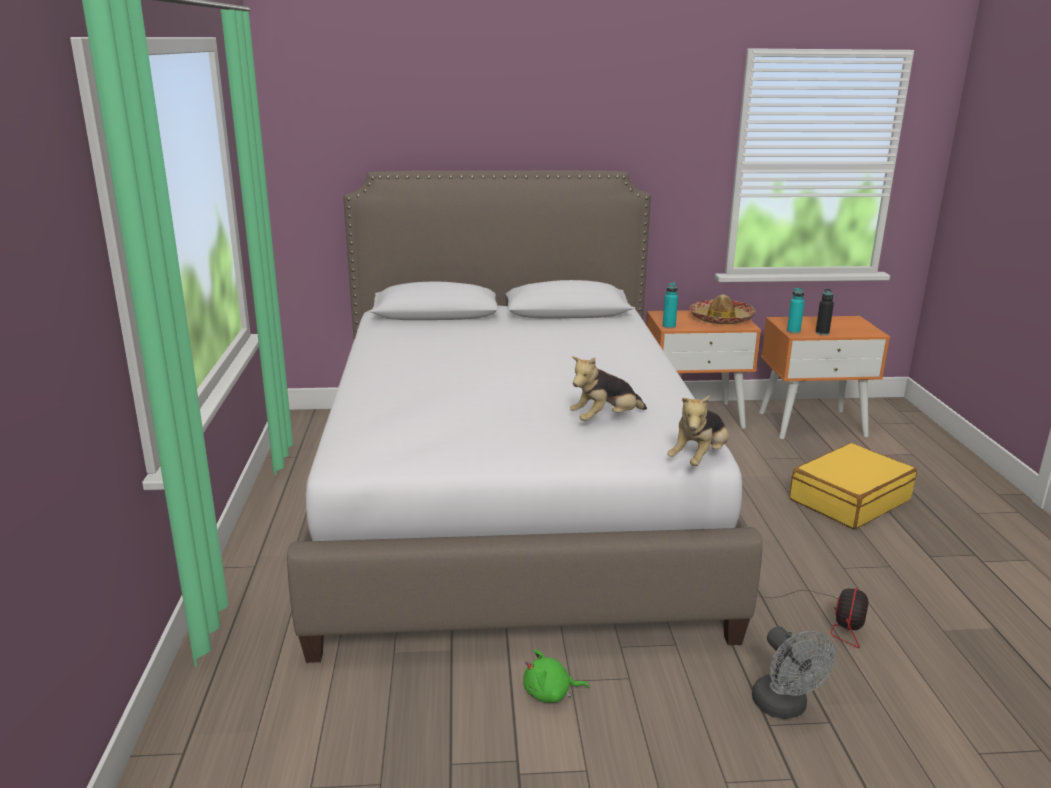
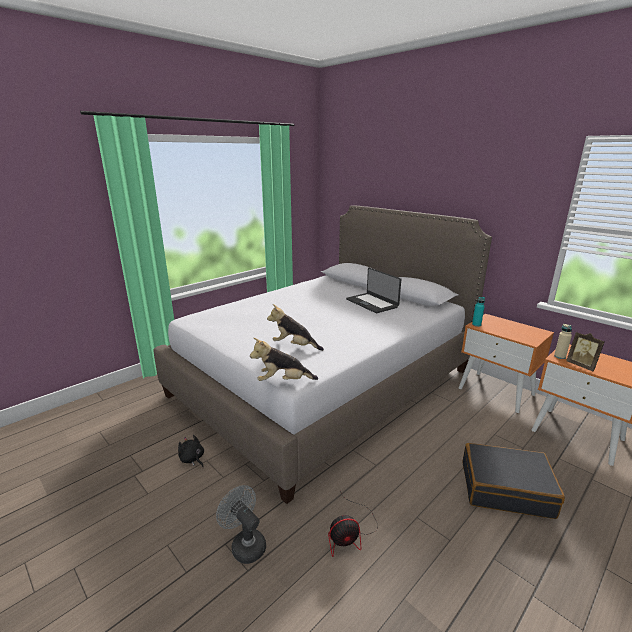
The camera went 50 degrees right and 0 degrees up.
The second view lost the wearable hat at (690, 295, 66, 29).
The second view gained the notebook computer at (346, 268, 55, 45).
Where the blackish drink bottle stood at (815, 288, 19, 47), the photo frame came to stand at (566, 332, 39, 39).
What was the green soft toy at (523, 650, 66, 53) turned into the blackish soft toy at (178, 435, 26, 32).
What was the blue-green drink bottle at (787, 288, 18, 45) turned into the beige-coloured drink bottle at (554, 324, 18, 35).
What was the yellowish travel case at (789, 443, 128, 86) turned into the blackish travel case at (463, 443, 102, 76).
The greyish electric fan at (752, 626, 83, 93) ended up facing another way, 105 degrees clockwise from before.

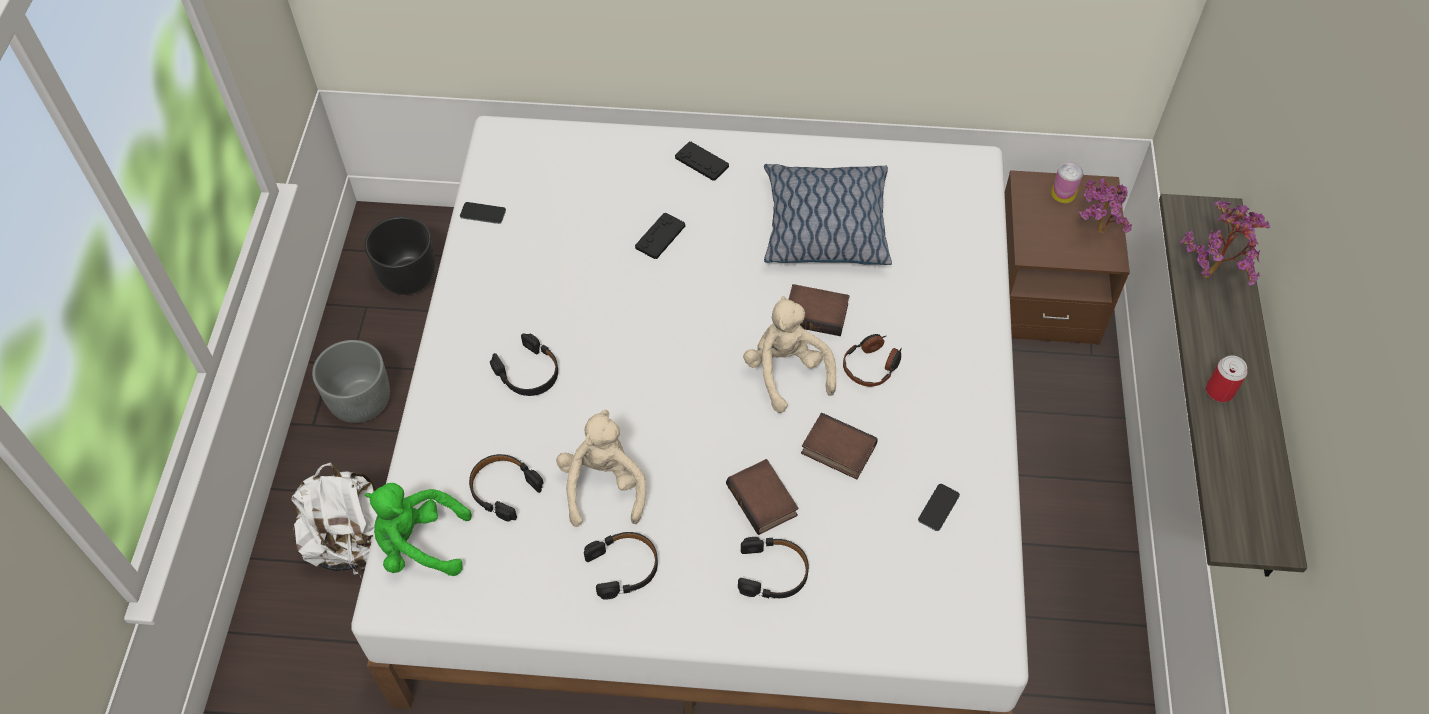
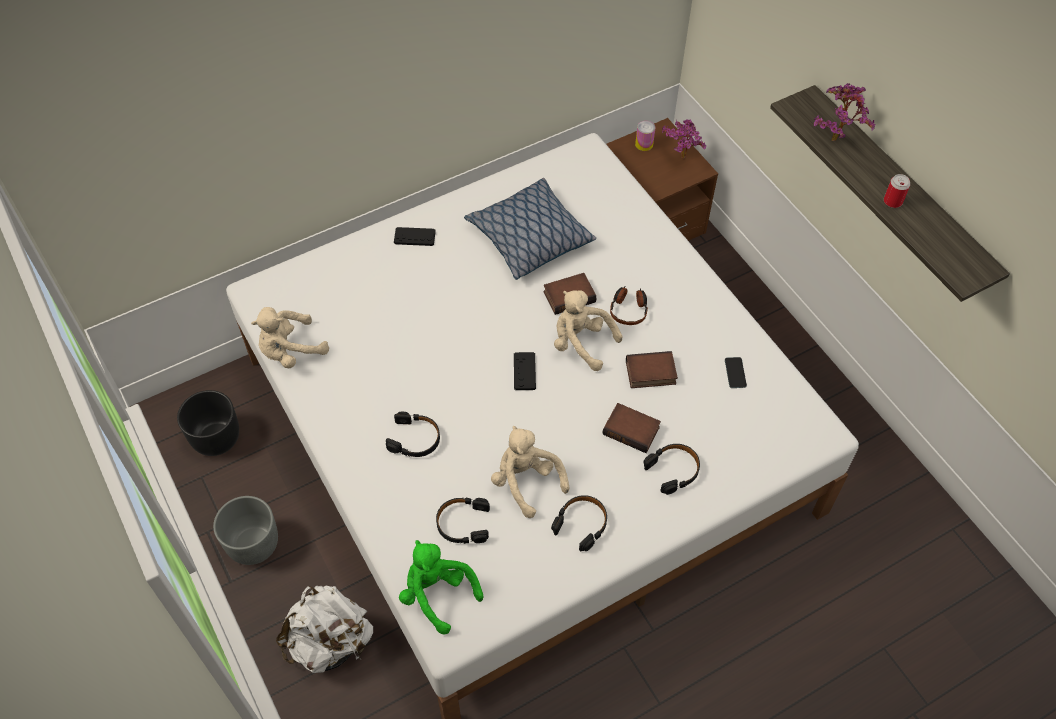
The camera went 35 degrees left and 0 degrees up.
The blackish gamepad ended up elsewhere, having gone from (635, 213, 50, 46) to (514, 352, 22, 38).
Where the handset stood at (460, 202, 46, 22), the beige-coloured soft toy came to stand at (251, 307, 78, 61).
The green soft toy at (365, 483, 107, 93) ended up facing another way, 75 degrees clockwise from before.

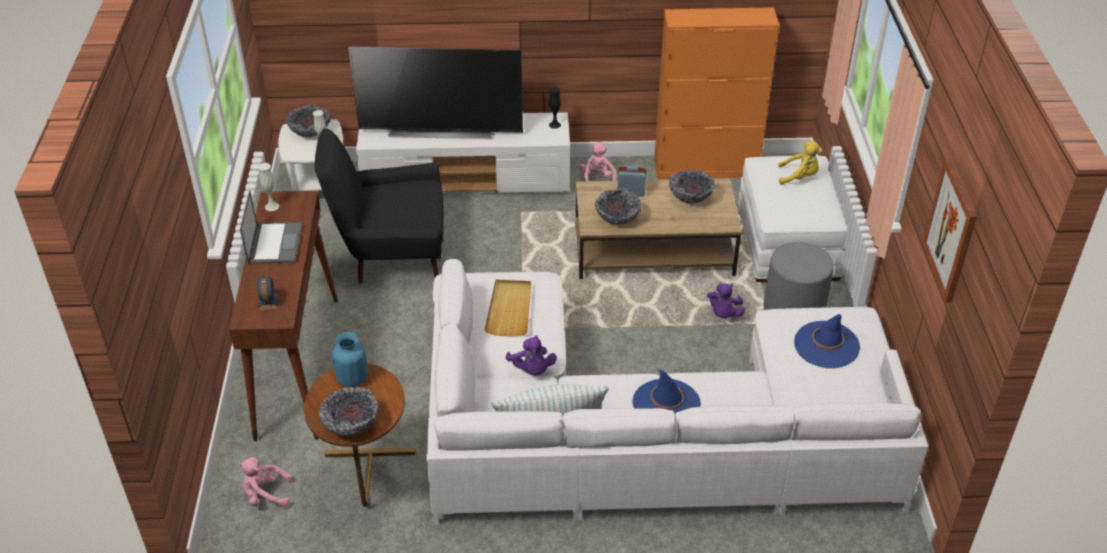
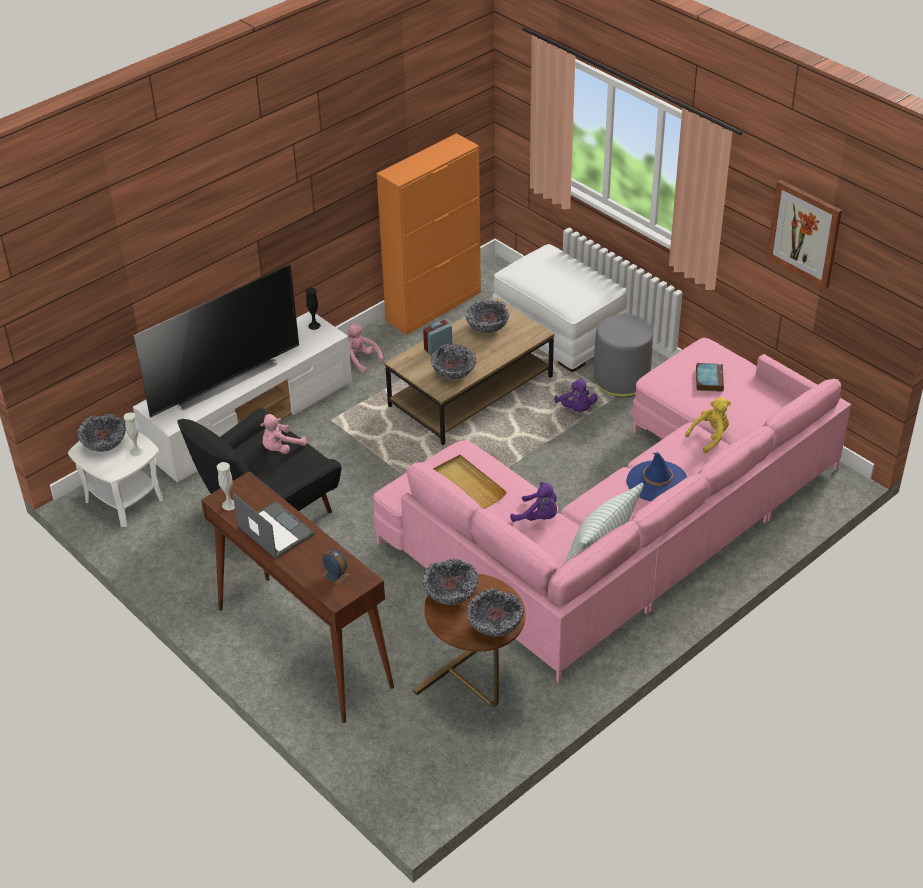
The camera went 40 degrees left and 0 degrees up.
The pinkish soft toy ended up elsewhere, having gone from (239, 457, 54, 50) to (260, 414, 47, 40).
The yellowish soft toy ended up elsewhere, having gone from (778, 141, 44, 44) to (685, 397, 46, 56).
Where the blue-coloured decorative vase stood at (332, 332, 36, 55), the deep dish came to stand at (423, 558, 55, 47).
Where the blue-coloured wearable hat stood at (794, 314, 66, 54), the book came to stand at (696, 363, 28, 29).
What was the white settee at (426, 259, 502, 265) turned into the pinkish settee at (373, 338, 478, 345).

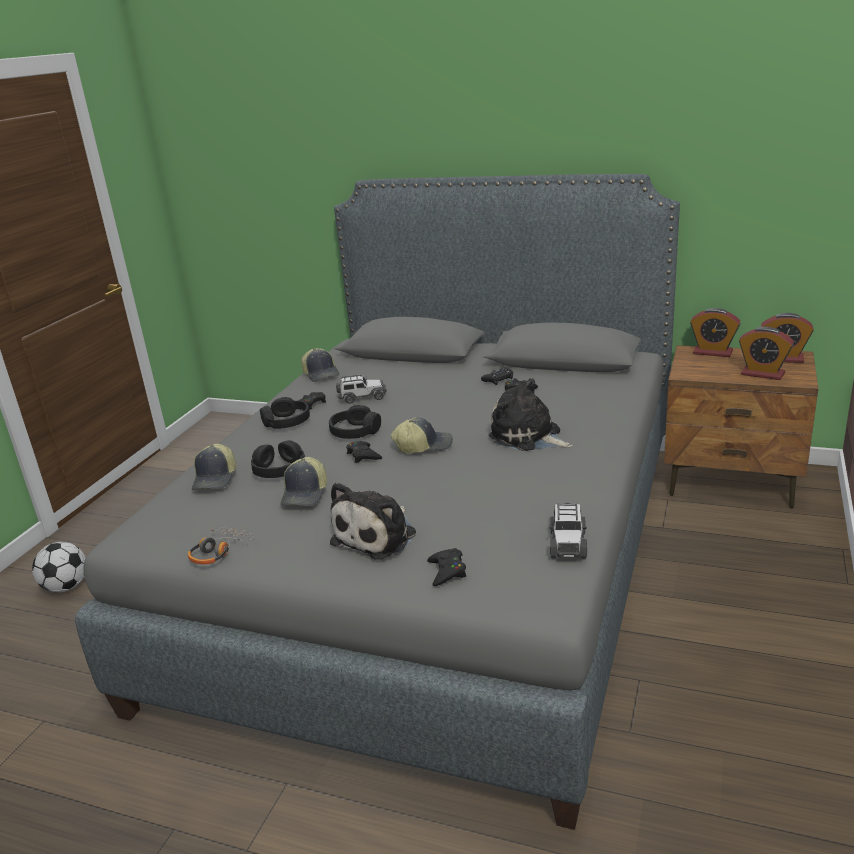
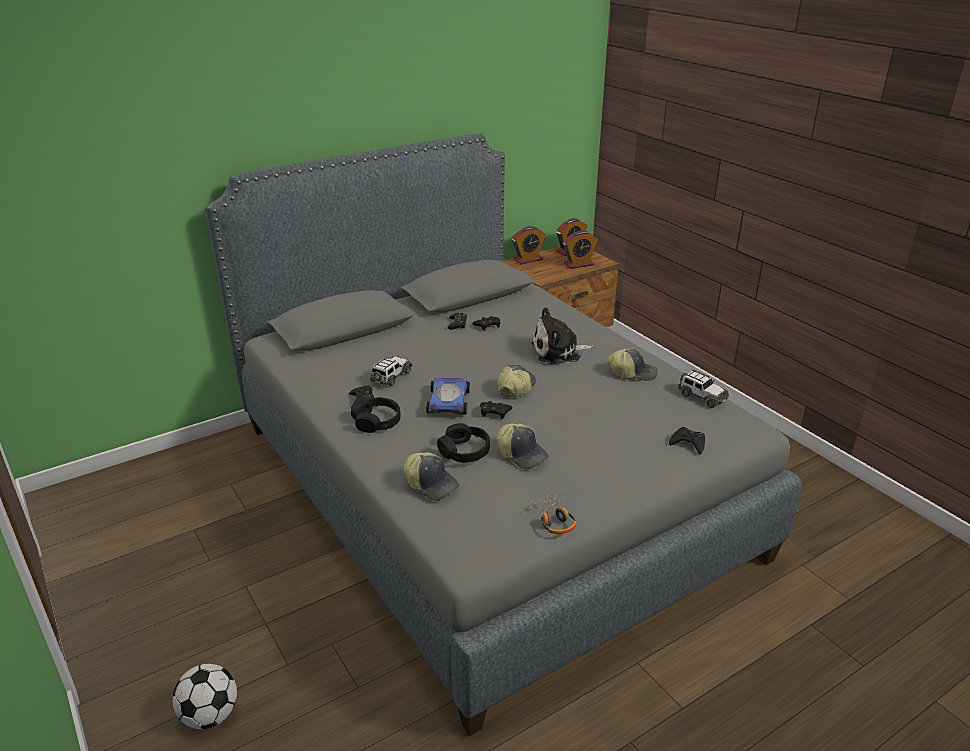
The camera went 55 degrees left and 5 degrees up.
The second view lost the soft toy at (330, 482, 86, 78).
The baseball cap ended up elsewhere, having gone from (301, 348, 38, 34) to (608, 349, 50, 32).
Where the blackish headset stood at (329, 405, 52, 34), the toy car came to stand at (426, 378, 44, 37).

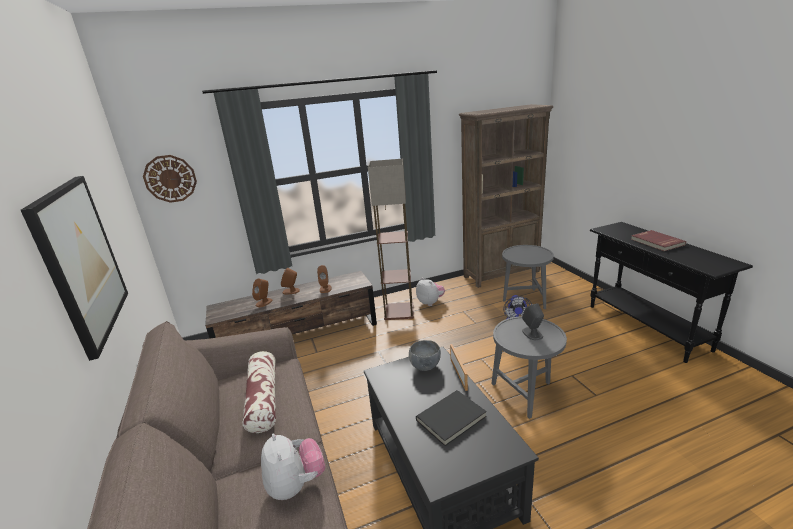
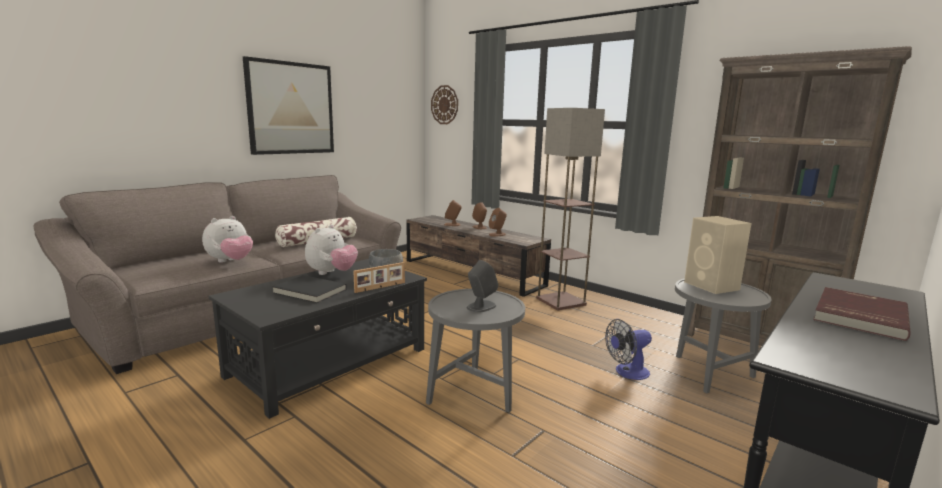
The camera went 60 degrees right and 10 degrees down.
The second view gained the beige-coloured audio speaker at (684, 216, 68, 78).
The soft toy ended up elsewhere, having gone from (416, 278, 29, 28) to (305, 225, 53, 50).

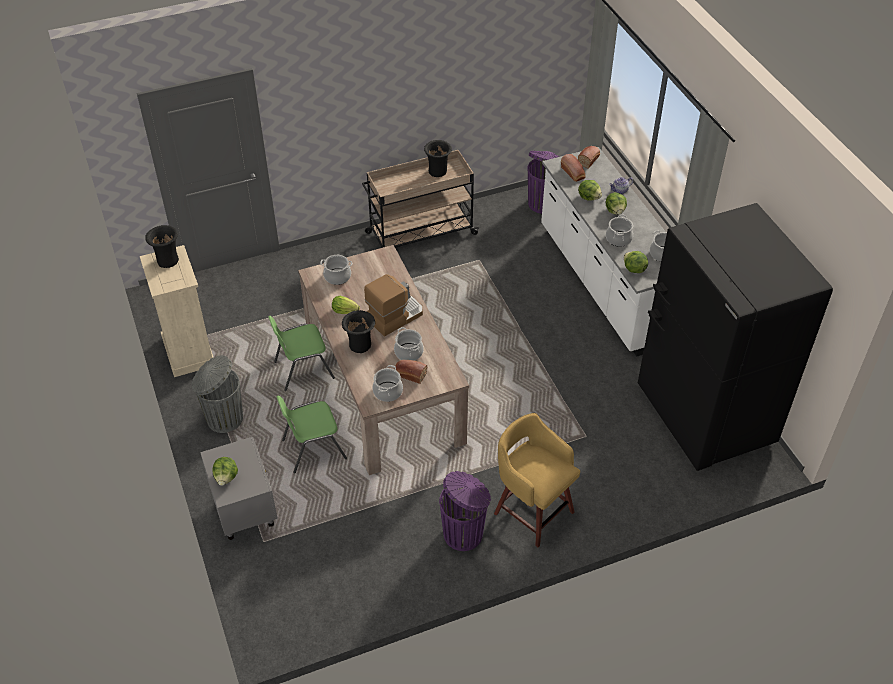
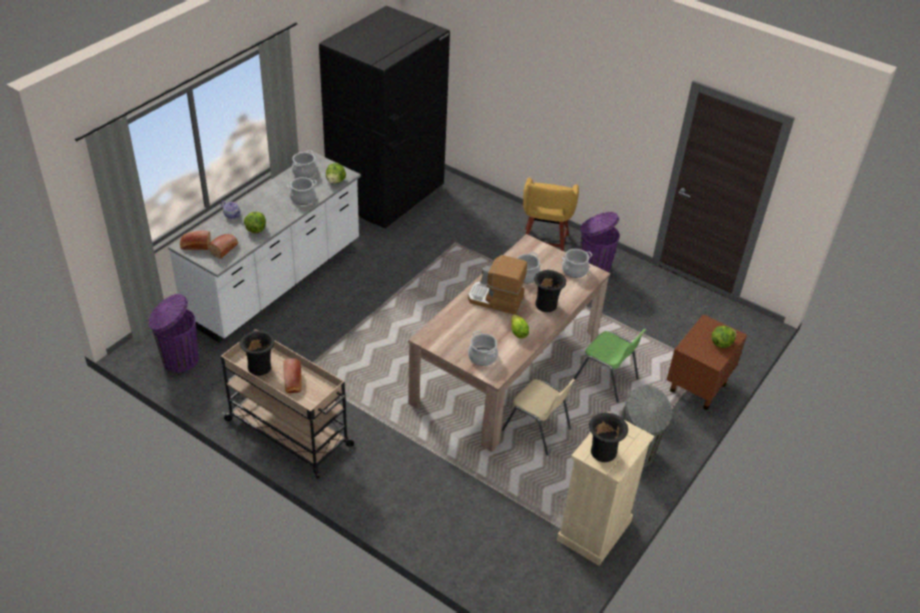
The camera went 125 degrees left and 5 degrees down.
The second view lost the head of lettuce at (606, 193, 21, 22).
The bread ended up elsewhere, having gone from (394, 360, 33, 24) to (283, 358, 19, 35).
What was the greyish night table at (200, 437, 78, 103) turned into the brown-coloured night table at (667, 315, 80, 95).
What was the green chair at (268, 316, 67, 75) turned into the beige-coloured chair at (502, 379, 73, 76).

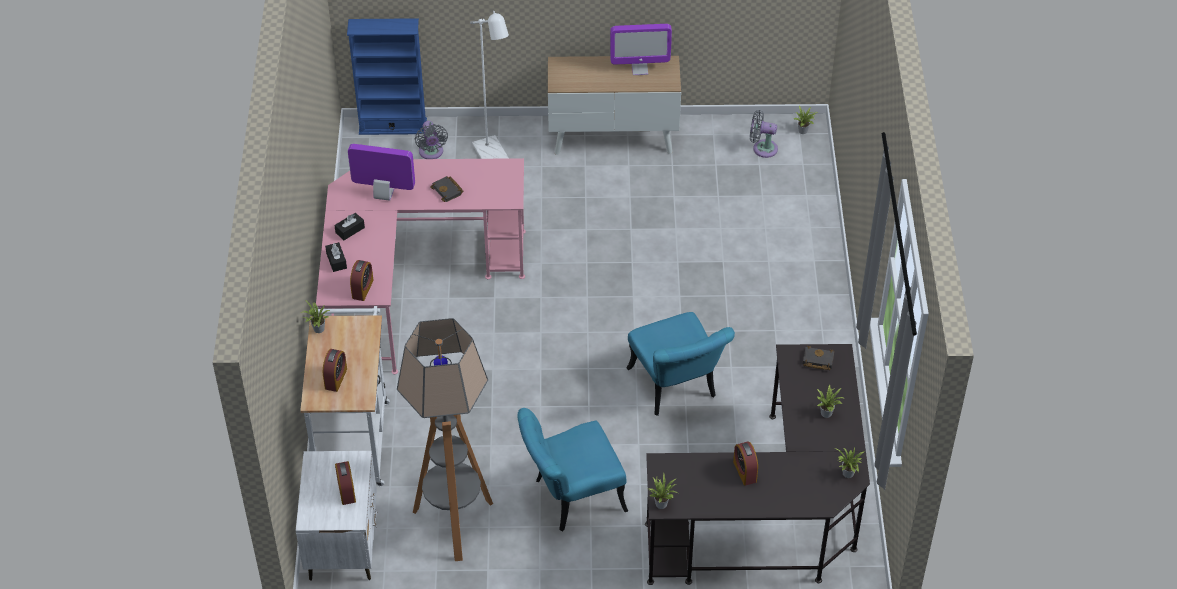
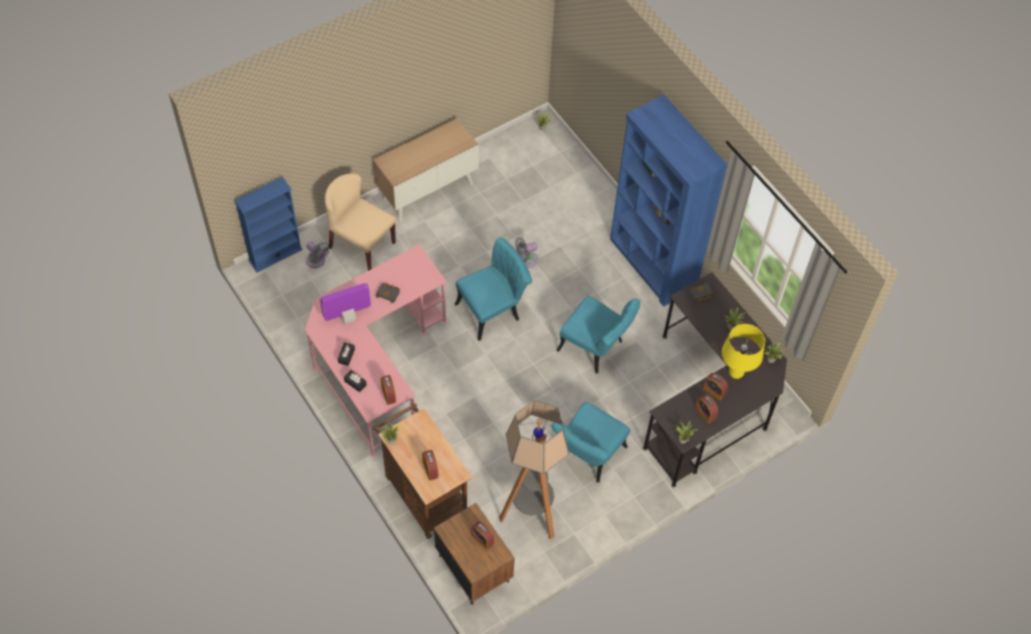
The camera went 35 degrees left and 10 degrees up.
The second view lost the computer screen at (610, 24, 62, 51).
The second view gained the blue-green chair at (455, 237, 77, 104).
The second view gained the blue-coloured shelving unit at (610, 94, 118, 213).
The second view gained the table clock at (695, 394, 23, 30).
The second view gained the yellowish lamp for a table at (722, 324, 43, 55).
The greyish electric fan ended up elsewhere, having gone from (750, 110, 28, 48) to (515, 237, 24, 31).
Where the white floor lamp stood at (470, 11, 39, 148), the beige-coloured chair came to stand at (325, 174, 71, 97).
What was the white night table at (296, 451, 81, 130) turned into the brown-coloured night table at (434, 503, 81, 102).
What was the white wheeled cart at (300, 306, 90, 181) turned into the brown-coloured wheeled cart at (372, 403, 100, 136).

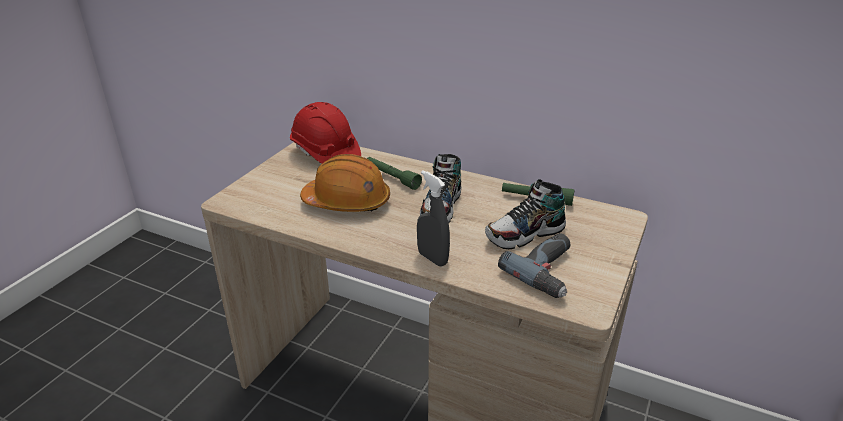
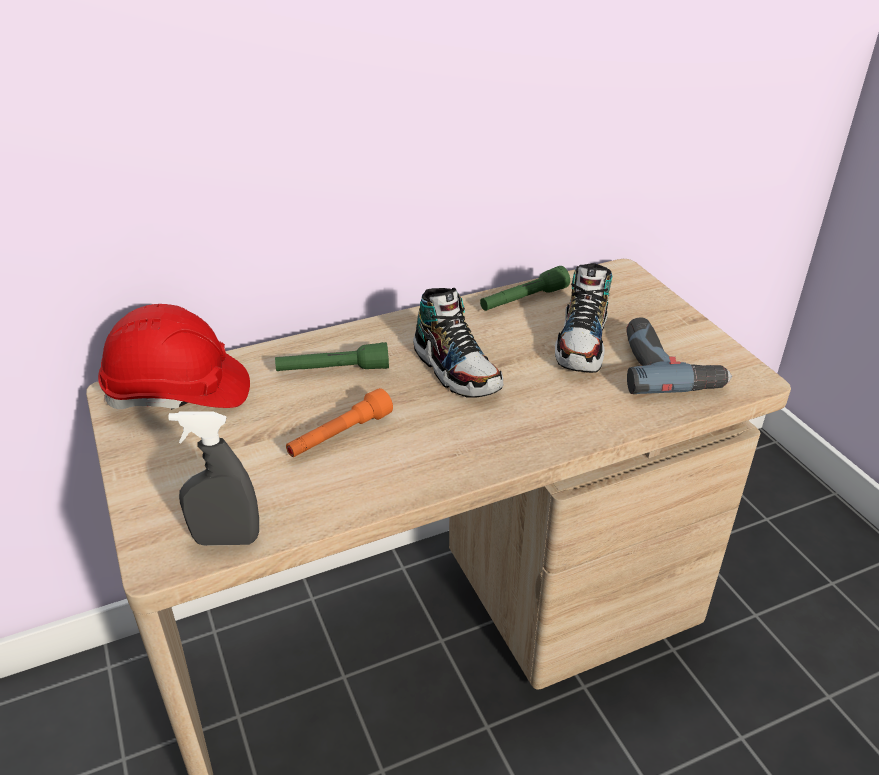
The camera went 50 degrees left and 5 degrees up.
The greyish spray bottle ended up elsewhere, having gone from (417, 170, 33, 97) to (168, 411, 91, 135).
Where the orange work helmet stood at (300, 154, 90, 58), the orange torch came to stand at (286, 388, 107, 69).

